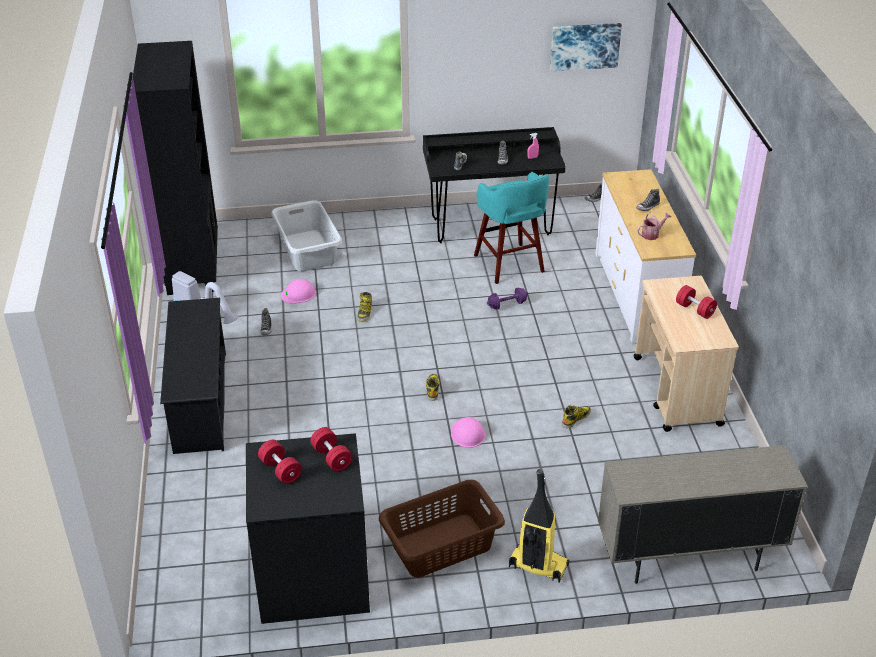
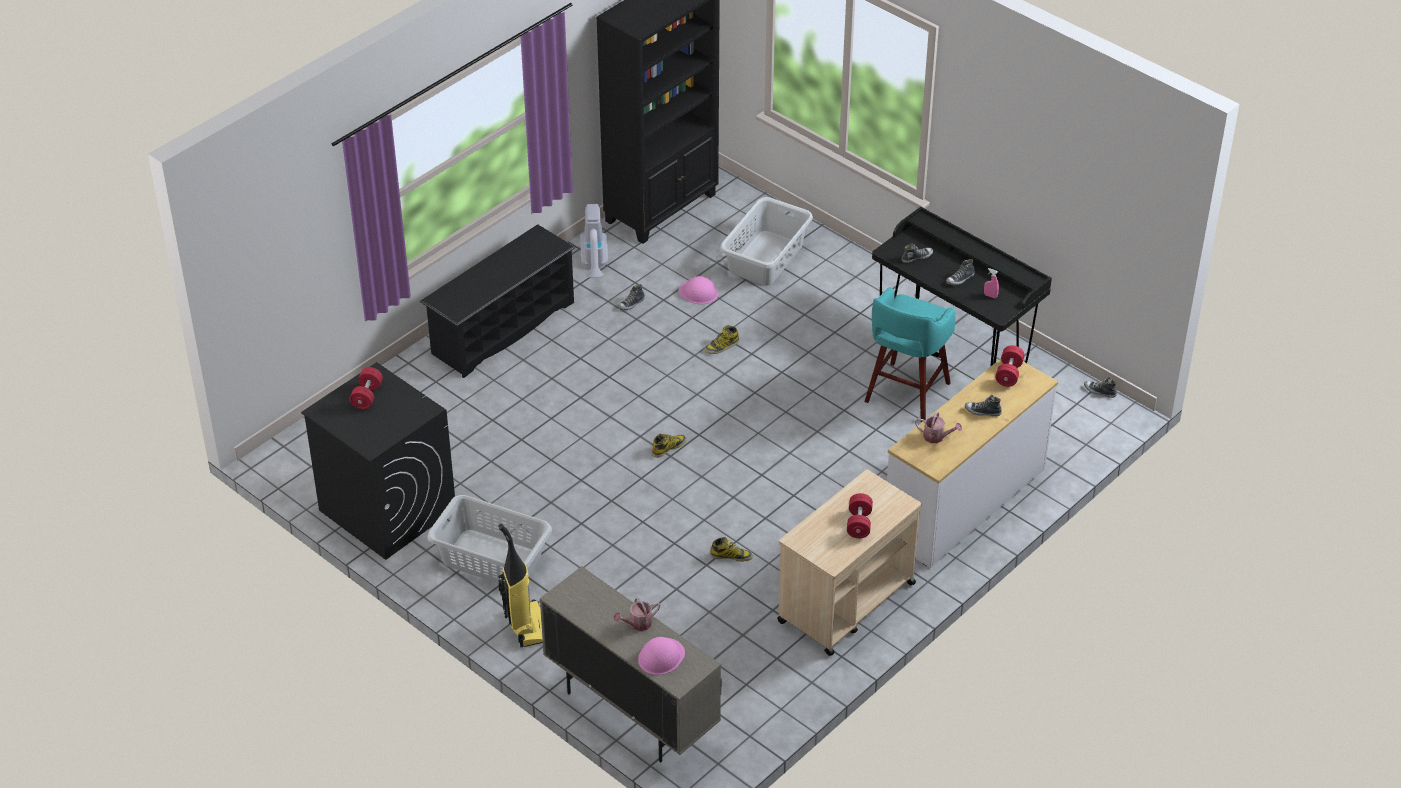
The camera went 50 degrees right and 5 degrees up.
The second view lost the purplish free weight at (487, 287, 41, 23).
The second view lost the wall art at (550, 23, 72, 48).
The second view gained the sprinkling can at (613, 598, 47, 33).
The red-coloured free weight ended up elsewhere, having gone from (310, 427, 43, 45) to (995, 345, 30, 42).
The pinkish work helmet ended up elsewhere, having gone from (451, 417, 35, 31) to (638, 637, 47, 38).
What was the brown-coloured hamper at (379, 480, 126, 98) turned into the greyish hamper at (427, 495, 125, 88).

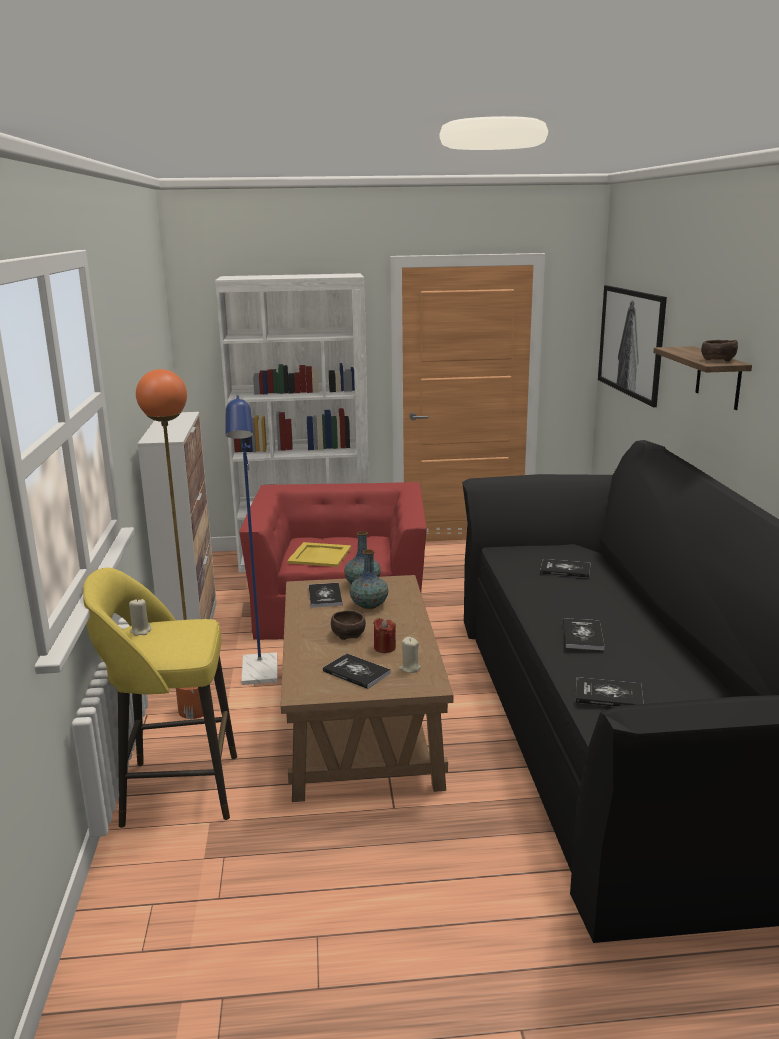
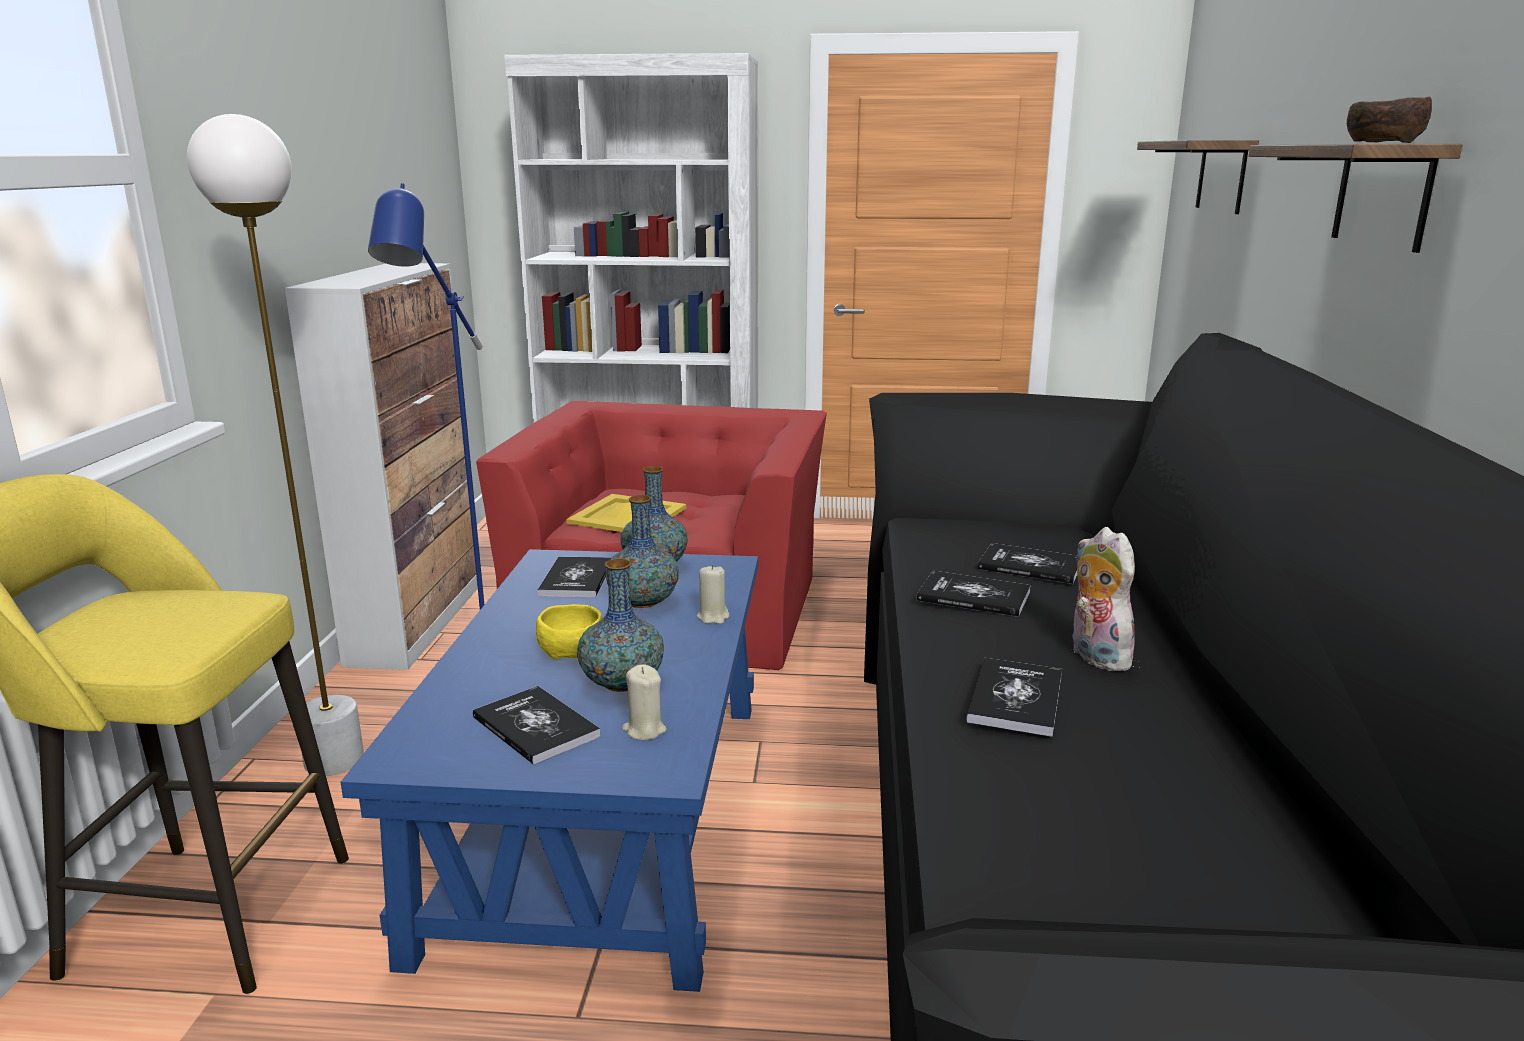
The camera went 10 degrees right and 0 degrees up.
The second view gained the soft toy at (1073, 527, 67, 144).
The beige-coloured candle ended up elsewhere, having gone from (129, 599, 23, 37) to (697, 564, 32, 60).
The book ended up elsewhere, having gone from (576, 677, 68, 30) to (917, 571, 114, 46).
Where the red-coloured candle stood at (373, 618, 23, 35), the decorative vase came to stand at (577, 559, 87, 133).
Where the wall art hung at (598, 285, 69, 122), the wall shelf came to hang at (1137, 140, 122, 74).
What was the orange floor lamp at (136, 369, 67, 350) turned into the white floor lamp at (187, 114, 177, 662).
What was the brown-coloured coffee table at (281, 575, 172, 227) turned into the blue-coloured coffee table at (340, 549, 418, 443).
What was the brown-coloured deep dish at (331, 610, 35, 30) turned into the yellowish deep dish at (536, 604, 67, 55).

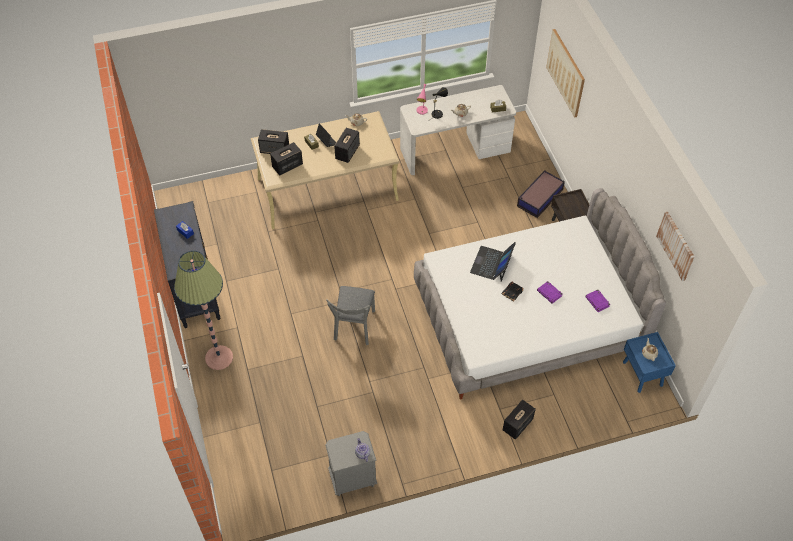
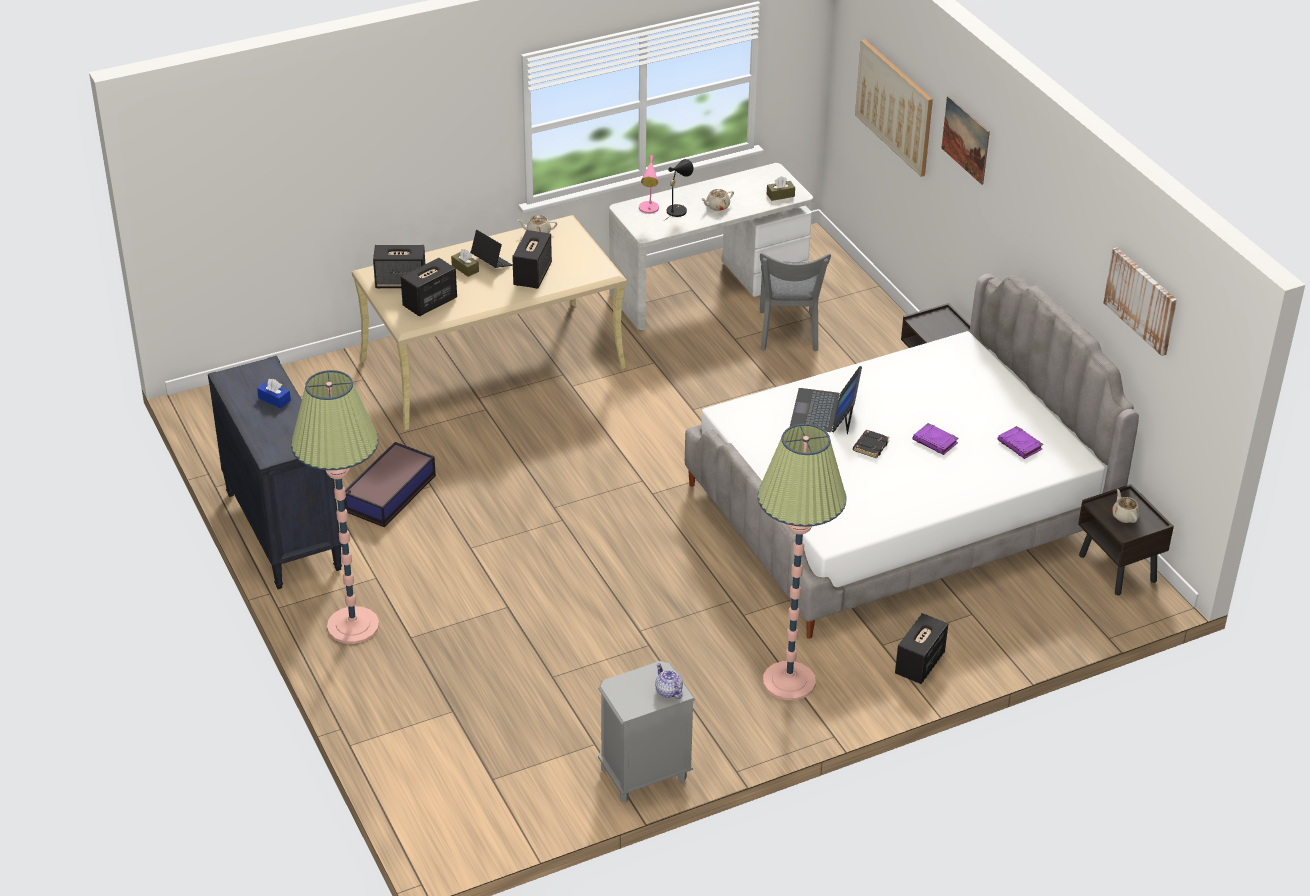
The camera went 10 degrees left and 15 degrees down.
The second view gained the floor lamp at (757, 424, 89, 276).
The second view gained the wall art at (942, 96, 48, 89).
The greyish chair ended up elsewhere, having gone from (326, 286, 49, 59) to (760, 253, 71, 98).
The storage container ended up elsewhere, having gone from (517, 170, 48, 48) to (344, 442, 92, 85).
What was the blue-coloured night table at (623, 332, 53, 61) turned into the brown-coloured night table at (1078, 484, 96, 111).

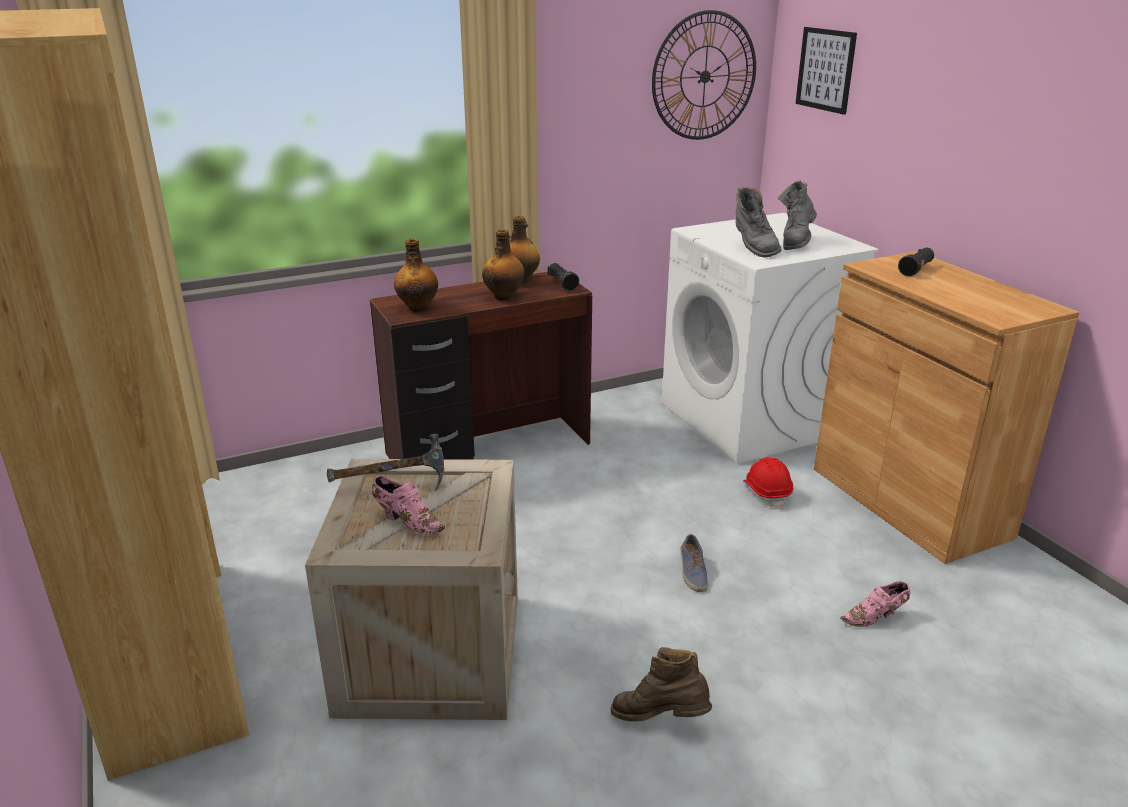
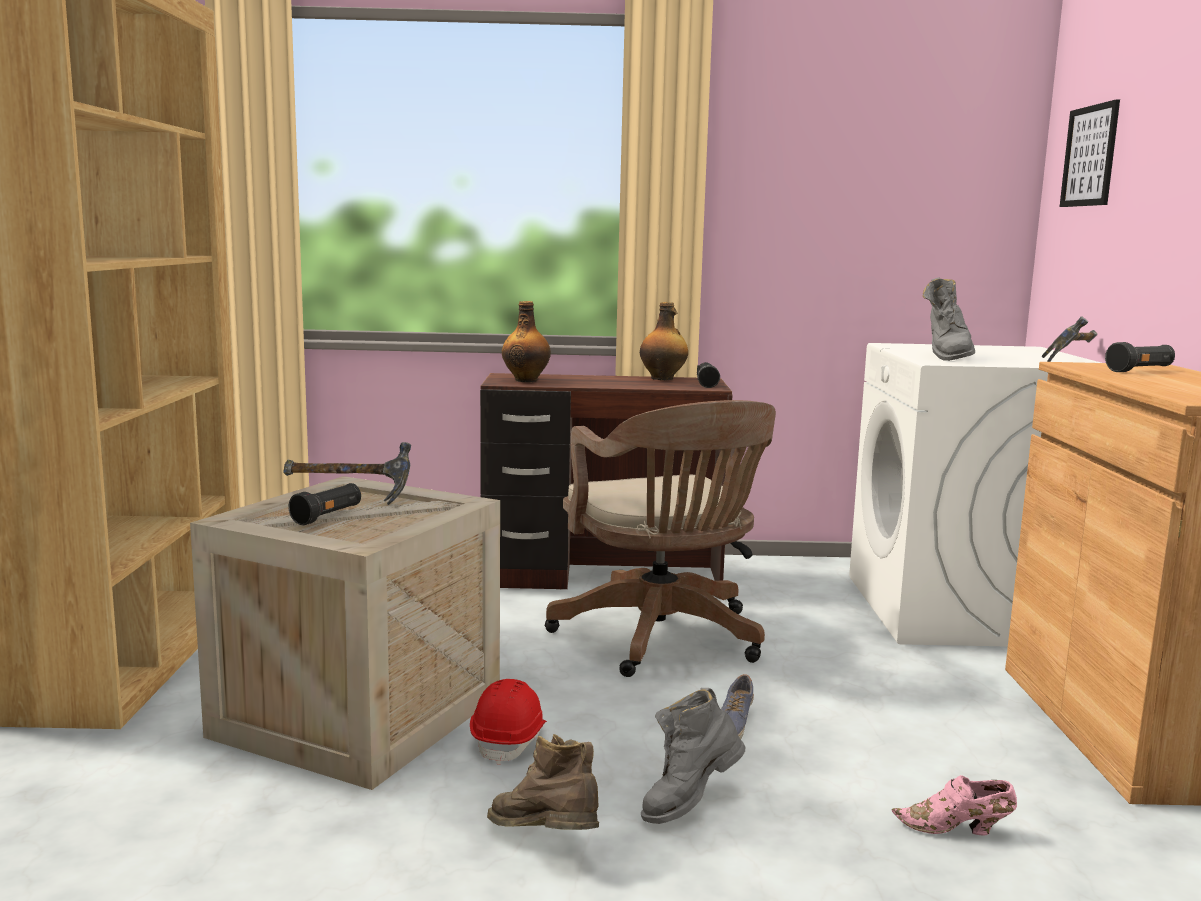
The camera went 25 degrees right and 15 degrees down.
The second view lost the drink bottle at (482, 229, 43, 72).
The second view lost the clock on the wall at (652, 10, 104, 130).
The second view gained the brown-coloured desk chair at (545, 400, 231, 277).
The second view gained the tool hammer at (1042, 316, 56, 46).
The red-coloured work helmet ended up elsewhere, having gone from (743, 457, 50, 52) to (470, 679, 77, 86).
The greyish boot ended up elsewhere, having gone from (778, 180, 39, 70) to (641, 688, 104, 136).
Where the pinkish shoe stood at (372, 475, 73, 60), the blackish torch came to stand at (288, 483, 73, 42).

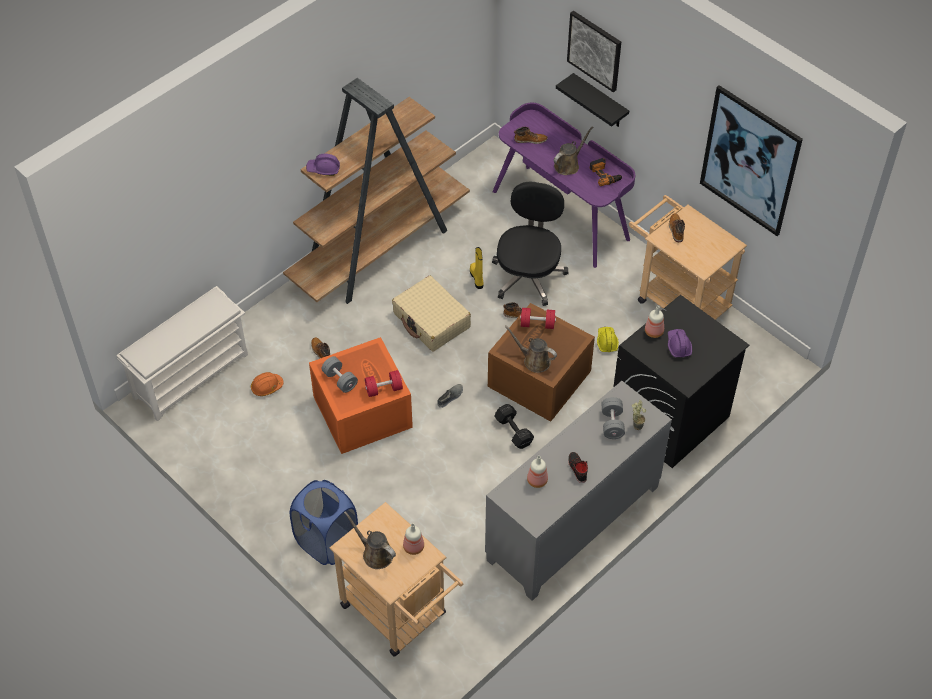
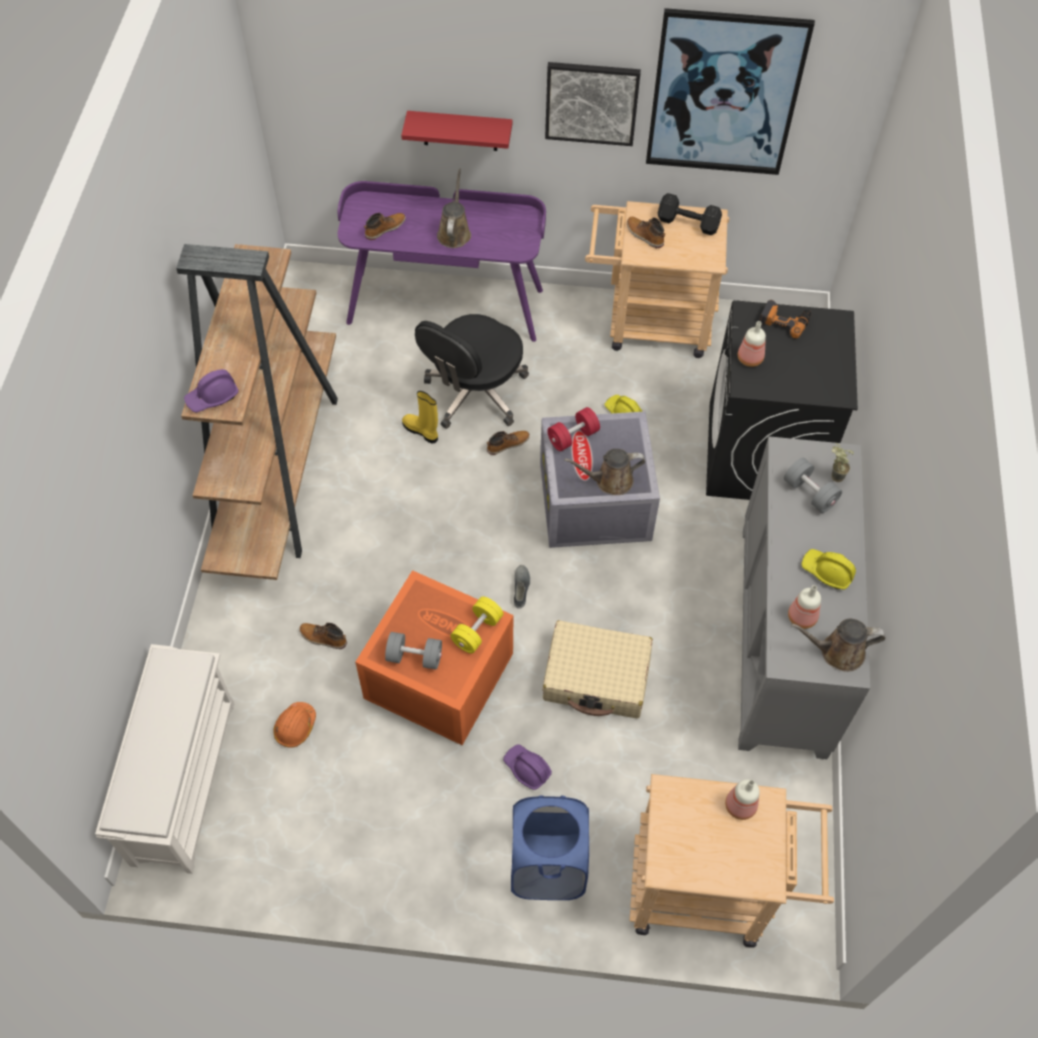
The camera went 40 degrees left and 5 degrees up.
The brown-coloured sprinkling can ended up elsewhere, having gone from (344, 511, 52, 58) to (791, 619, 94, 53).
The beige-coloured travel case ended up elsewhere, having gone from (392, 276, 79, 76) to (543, 620, 110, 98).
The blackish free weight ended up elsewhere, having gone from (495, 404, 39, 45) to (658, 193, 64, 42).
The wall art ended up elsewhere, having gone from (567, 11, 54, 81) to (545, 62, 96, 84).
The electric drill ended up elsewhere, having gone from (590, 158, 33, 28) to (759, 300, 52, 39).
The purplish work helmet ended up elsewhere, having gone from (668, 329, 24, 28) to (503, 744, 49, 46).
Where the blackish shoe stood at (568, 452, 20, 31), the yellowish work helmet came to stand at (801, 549, 55, 41).
What was the red-coloured free weight at (365, 370, 38, 27) turned into the yellowish free weight at (450, 597, 53, 57).
What was the brown-coloured storage container at (488, 303, 107, 119) turned into the greyish storage container at (540, 411, 120, 137).
What was the blackish wall shelf at (556, 73, 73, 54) turned into the red-coloured wall shelf at (401, 111, 112, 40).
The blackish desk chair at (492, 182, 77, 124) ended up facing another way, 120 degrees counterclockwise from before.

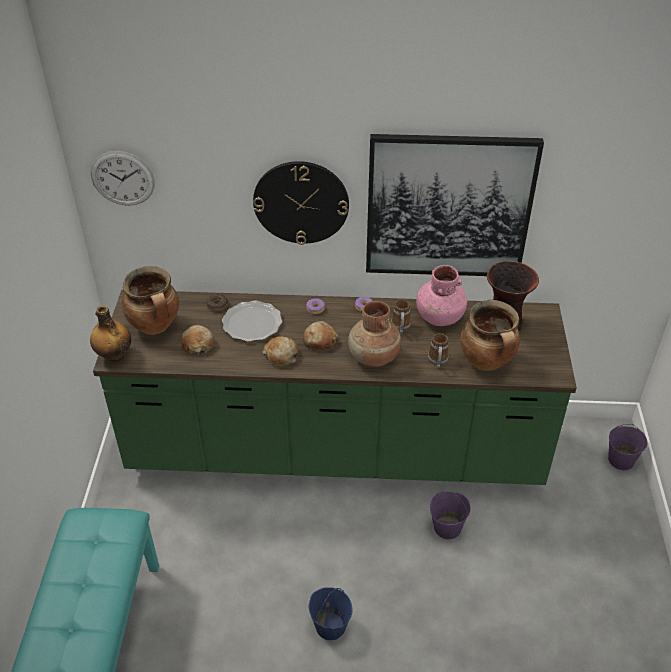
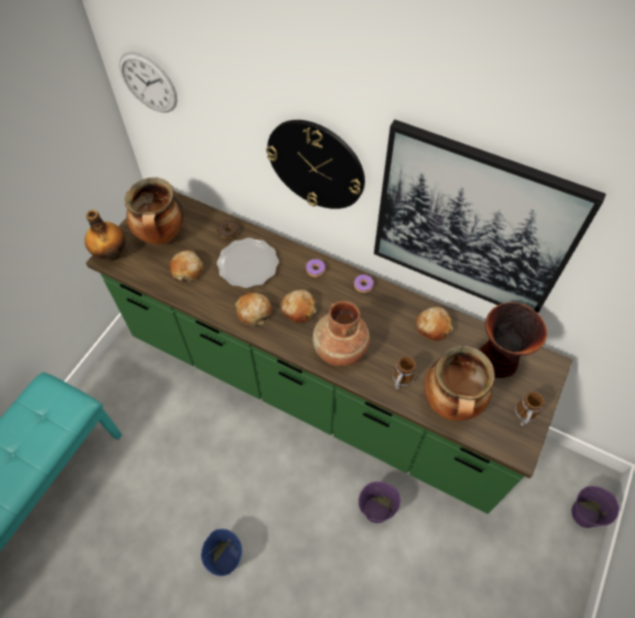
The camera went 25 degrees right and 15 degrees up.
The mug ended up elsewhere, having gone from (391, 300, 20, 33) to (514, 392, 30, 34).
Where the pinkish decorative vase stood at (416, 265, 51, 61), the bread came to stand at (416, 307, 37, 34).

